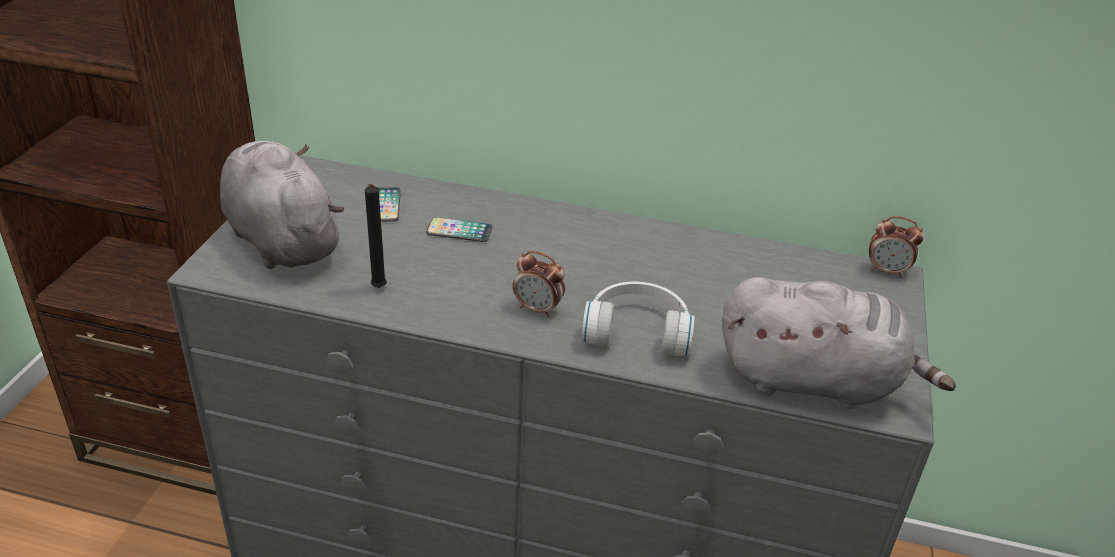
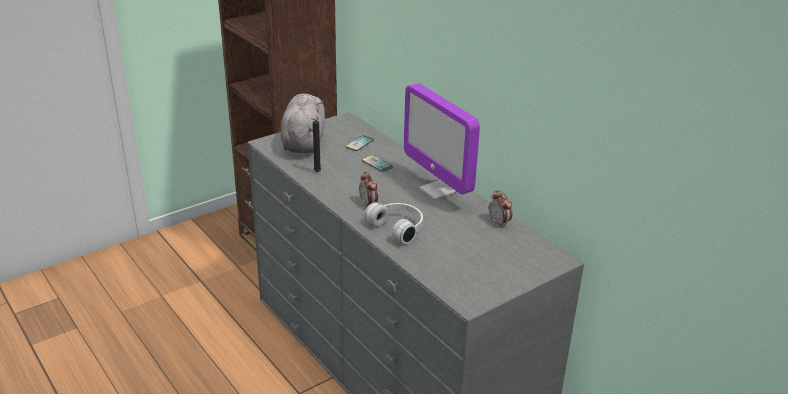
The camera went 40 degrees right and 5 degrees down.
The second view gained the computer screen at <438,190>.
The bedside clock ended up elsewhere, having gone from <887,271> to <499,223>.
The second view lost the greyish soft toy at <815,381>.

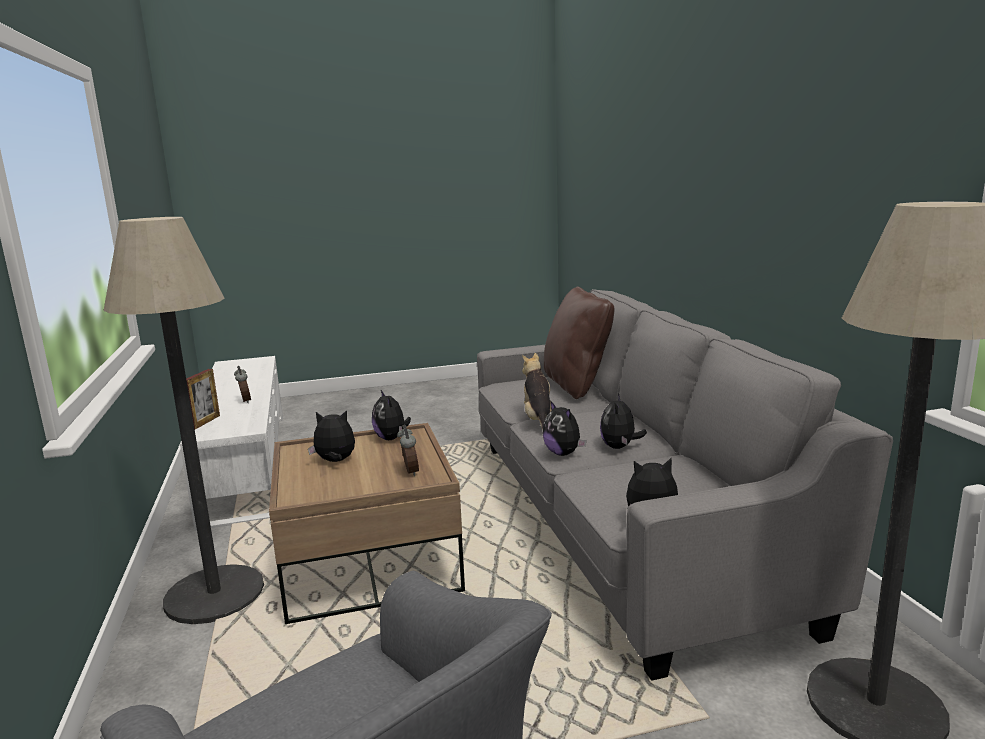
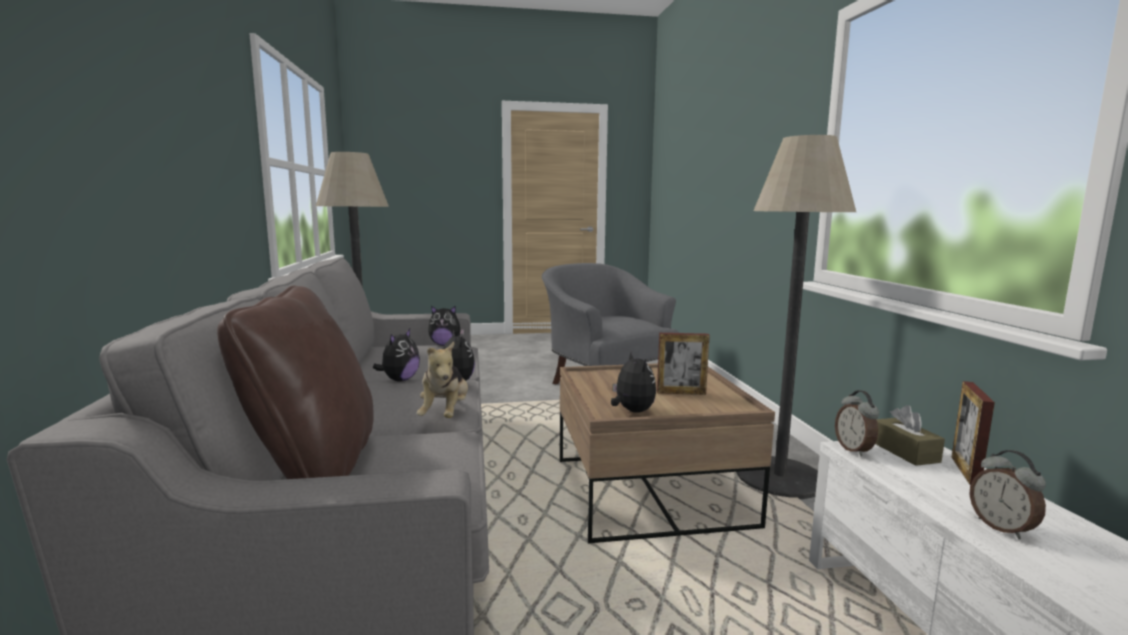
The camera went 175 degrees left and 5 degrees down.
Where the soft toy stood at <335,461>, the photo frame came to stand at <681,393>.
The bedside clock ended up elsewhere, having gone from <409,472> to <854,450>.
The second view gained the brownish box of tissues at <905,452>.

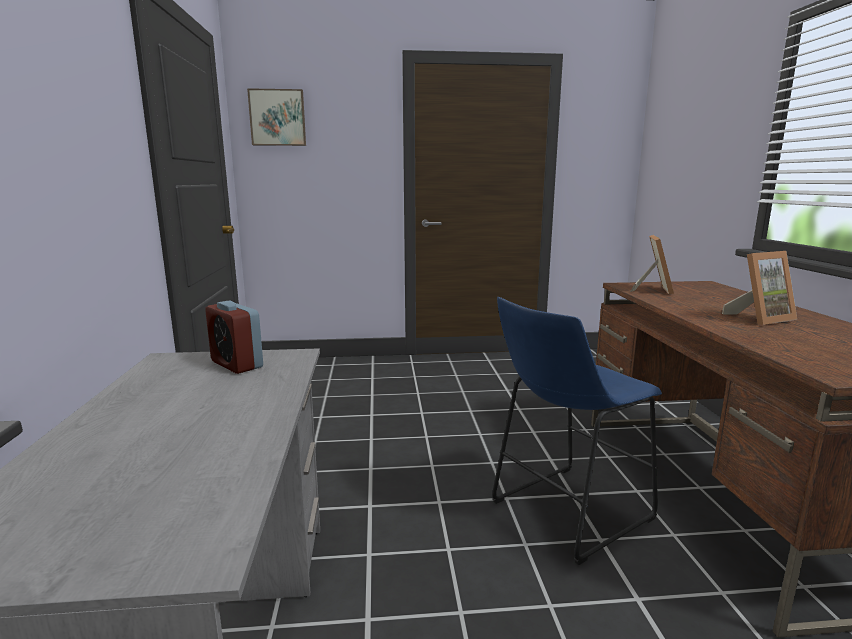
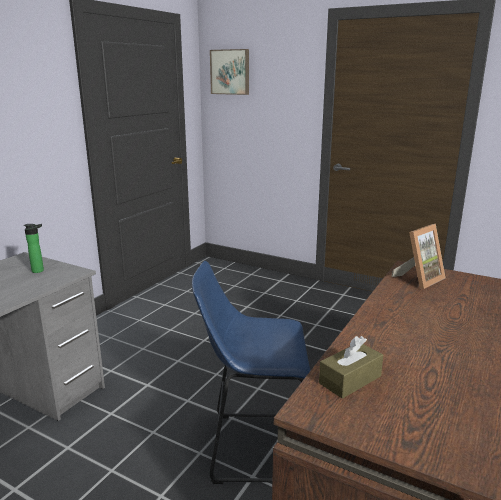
The camera went 35 degrees right and 5 degrees up.
Where the bedside clock stood at <237,364>, the drink bottle came to stand at <40,270>.
The second view gained the brownish box of tissues at <350,379>.
The second view lost the photo frame at <759,318>.

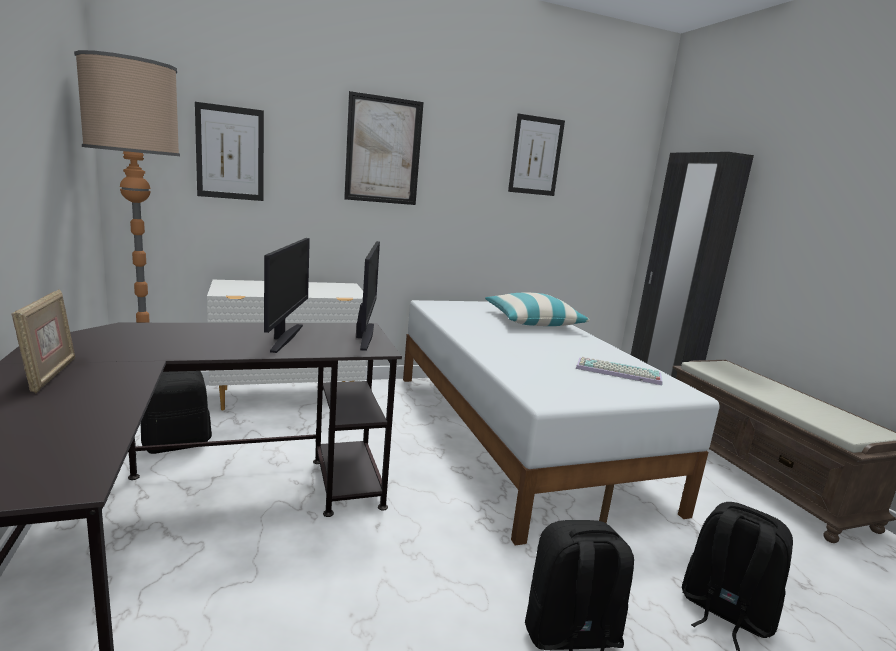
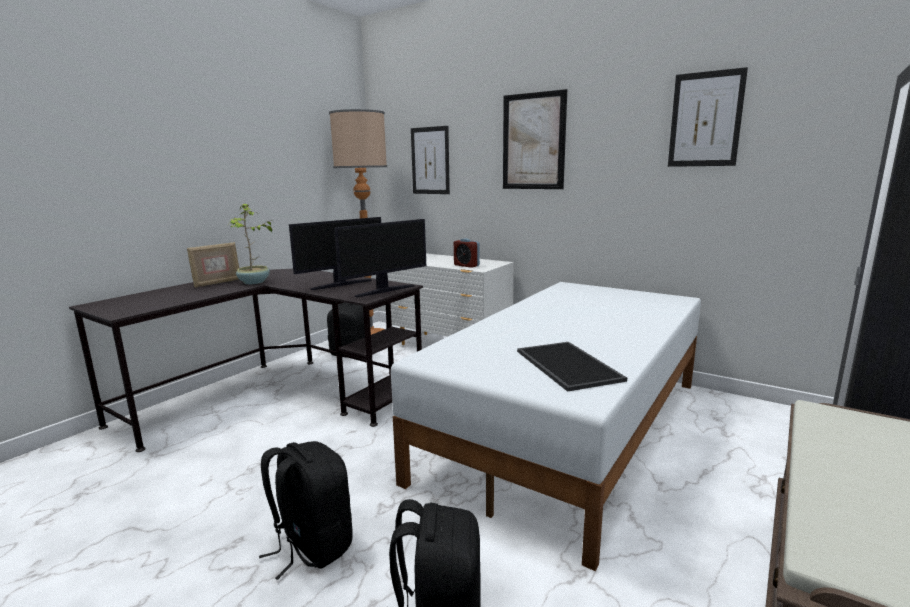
The camera went 55 degrees right and 0 degrees up.
The second view gained the plant in a pot at <254,282>.
The second view gained the bedside clock at <466,265>.
Where the keyboard stood at <617,372>, the tray came to stand at <565,365>.
The second view lost the throw pillow at <532,321>.

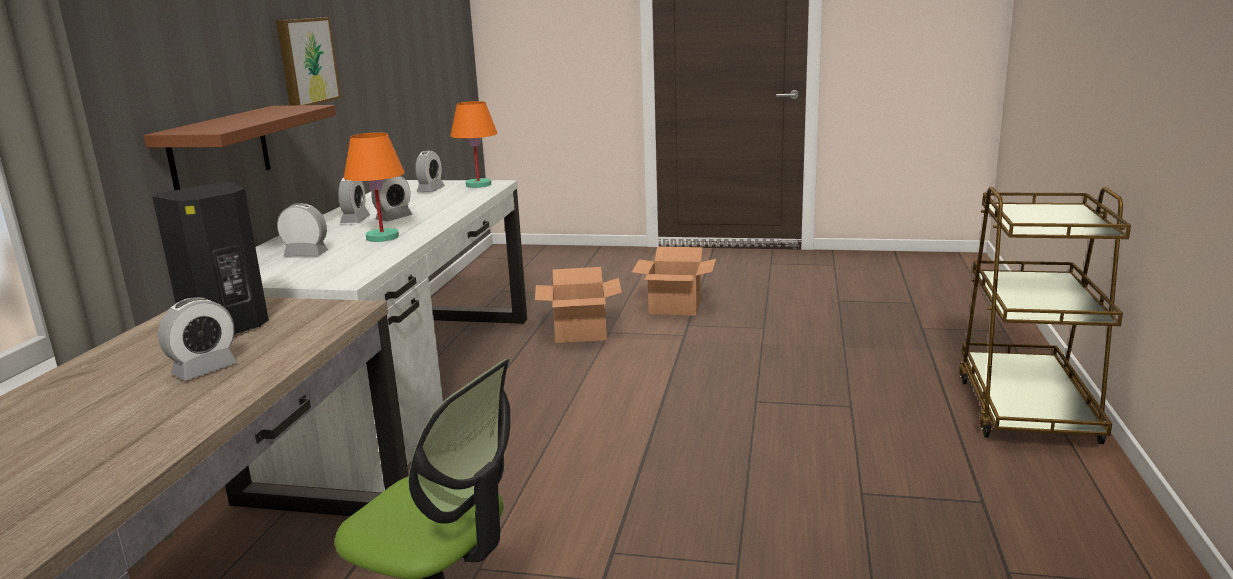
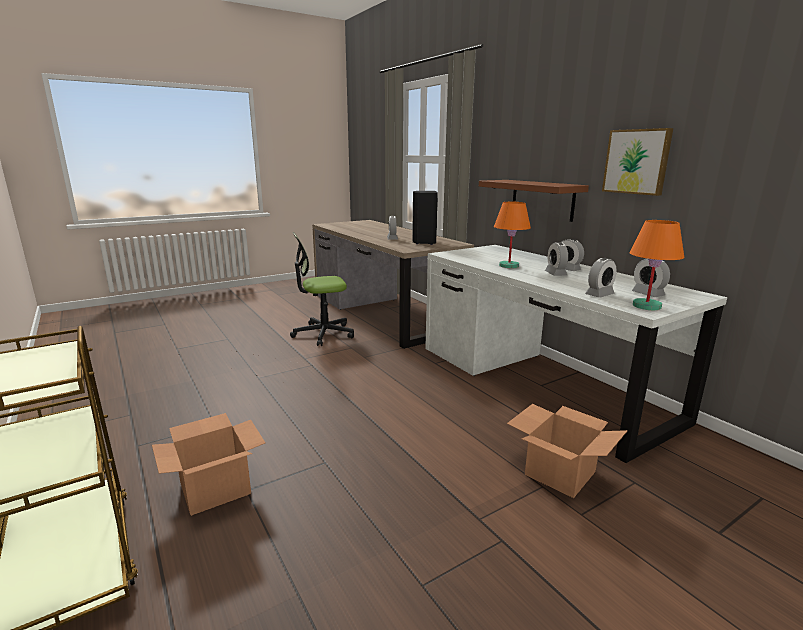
The camera went 135 degrees right and 0 degrees up.
The packing box ended up elsewhere, having gone from <676,306> to <214,489>.
The bedside clock ended up elsewhere, having gone from <306,254> to <599,294>.

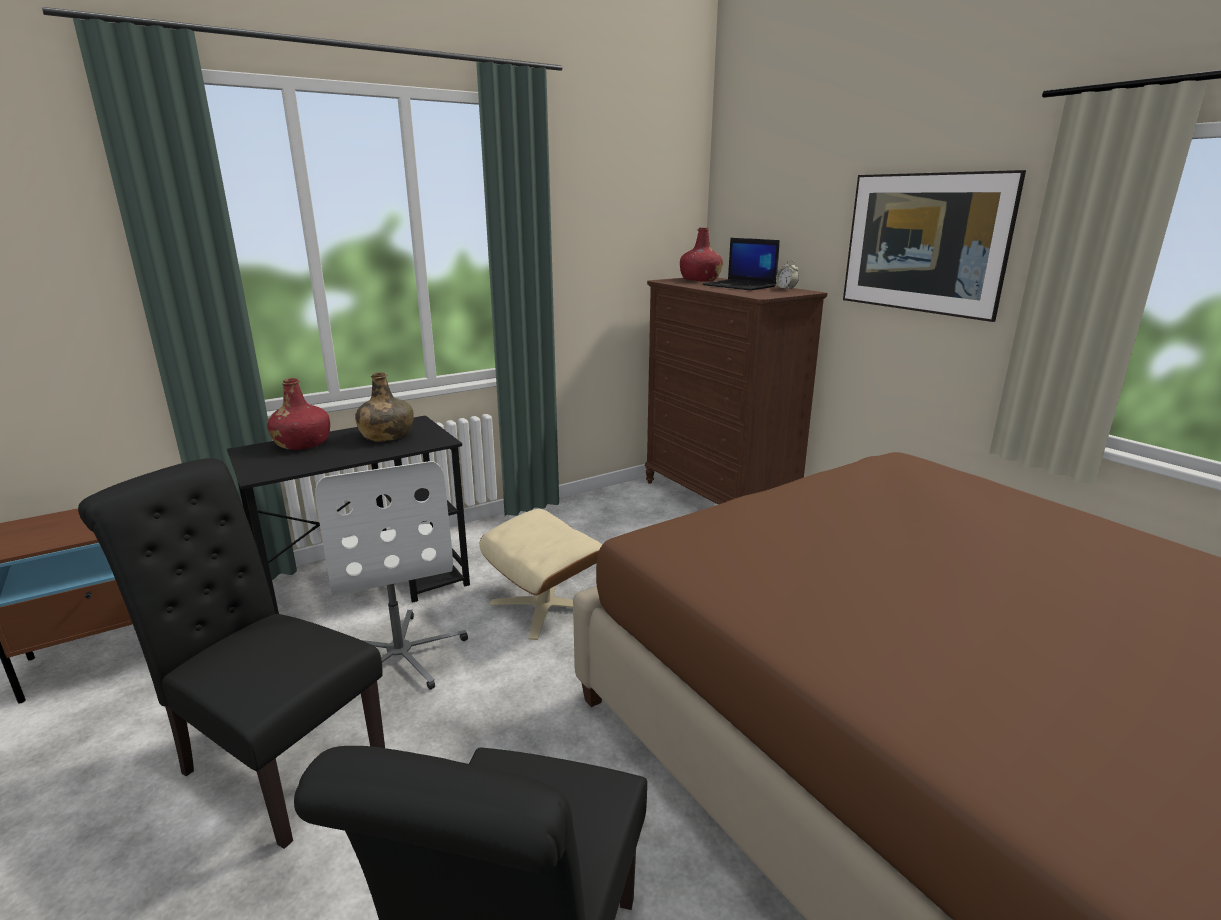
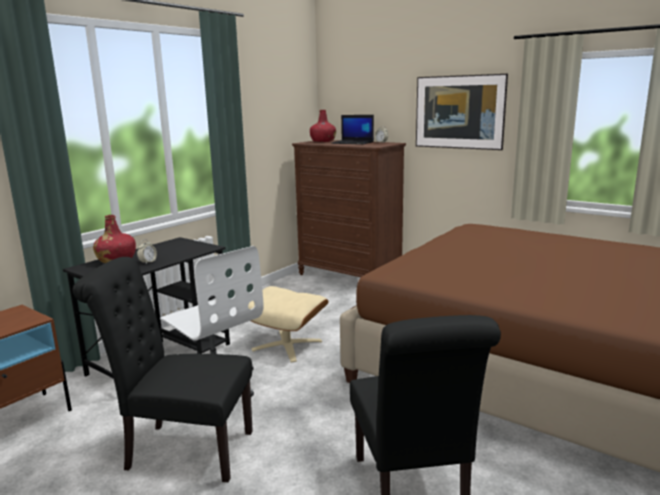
The camera went 20 degrees left and 5 degrees down.
The second view gained the bedside clock at <148,262>.
The second view lost the greenish drink bottle at <386,436>.

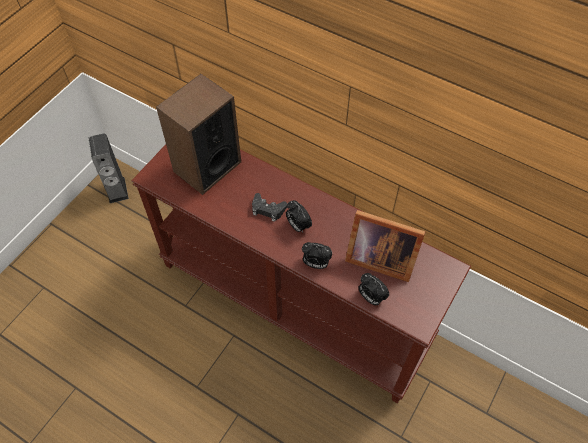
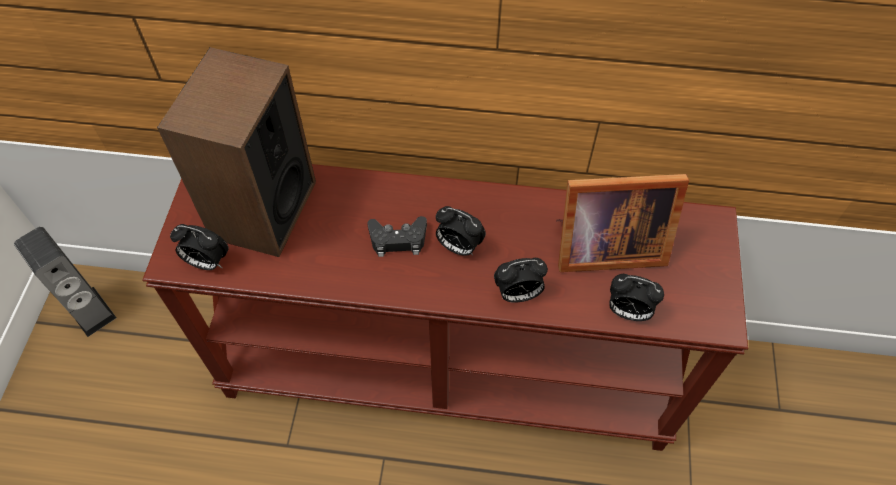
The camera went 25 degrees left and 0 degrees up.
The second view gained the bedside clock at <207,262>.

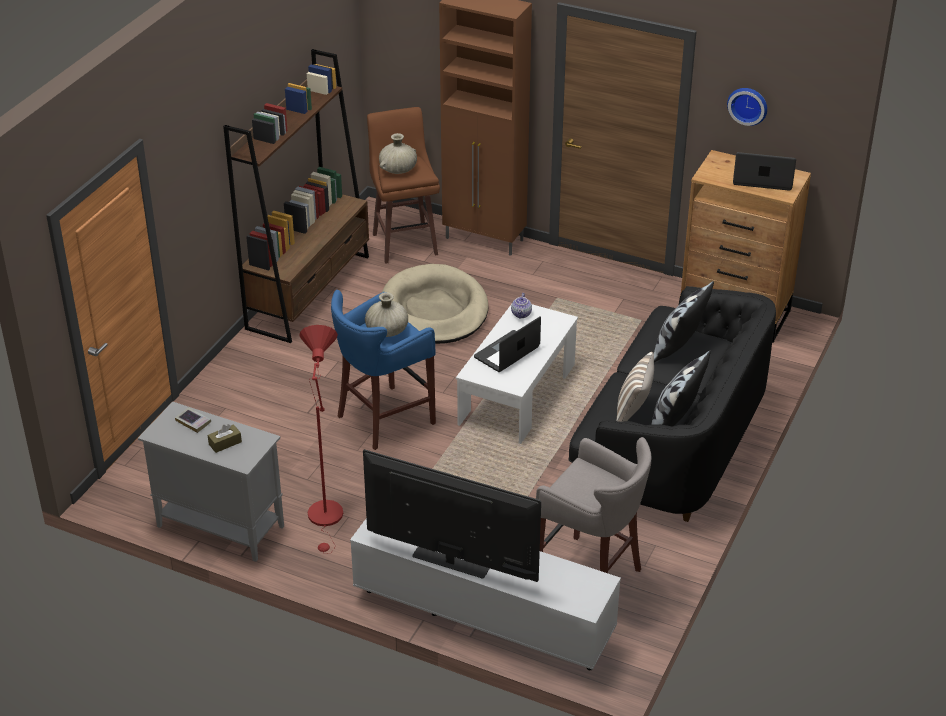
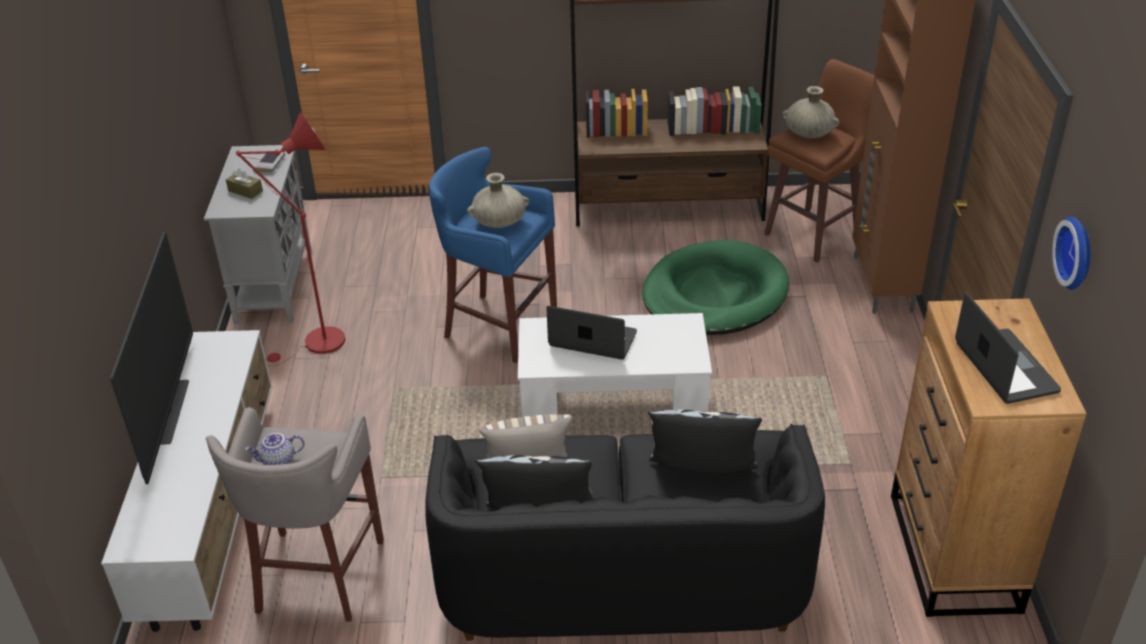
The camera went 65 degrees right and 0 degrees up.
The pot for tea ended up elsewhere, having gone from <521,314> to <278,461>.
What was the beige-coloured dog bed at <434,310> turned into the greenish dog bed at <714,294>.

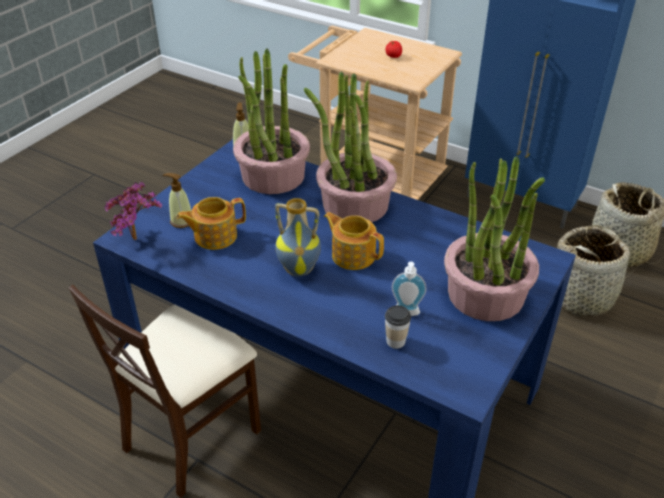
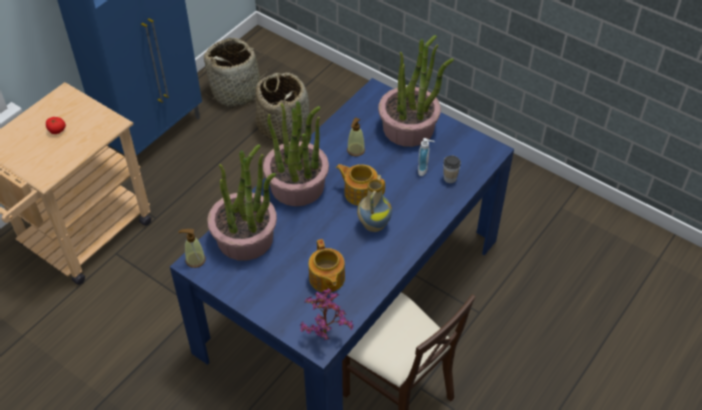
The camera went 85 degrees left and 10 degrees up.
The pot for tea at <353,255> ended up facing another way, 75 degrees clockwise from before.
The soap dispenser ended up elsewhere, having gone from <181,221> to <355,150>.

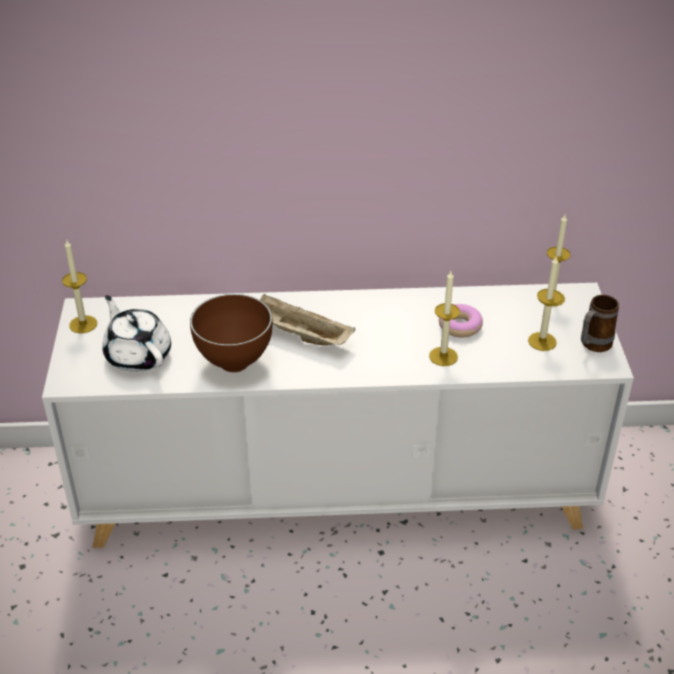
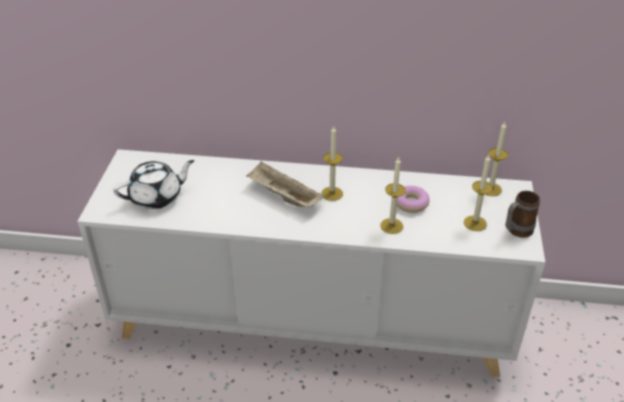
The camera went 10 degrees right and 0 degrees up.
The white-coloured pot for tea at <138,355> ended up facing another way, 90 degrees clockwise from before.
The wax light ended up elsewhere, having gone from <83,324> to <332,193>.
The second view lost the brownish deep dish at <235,362>.

